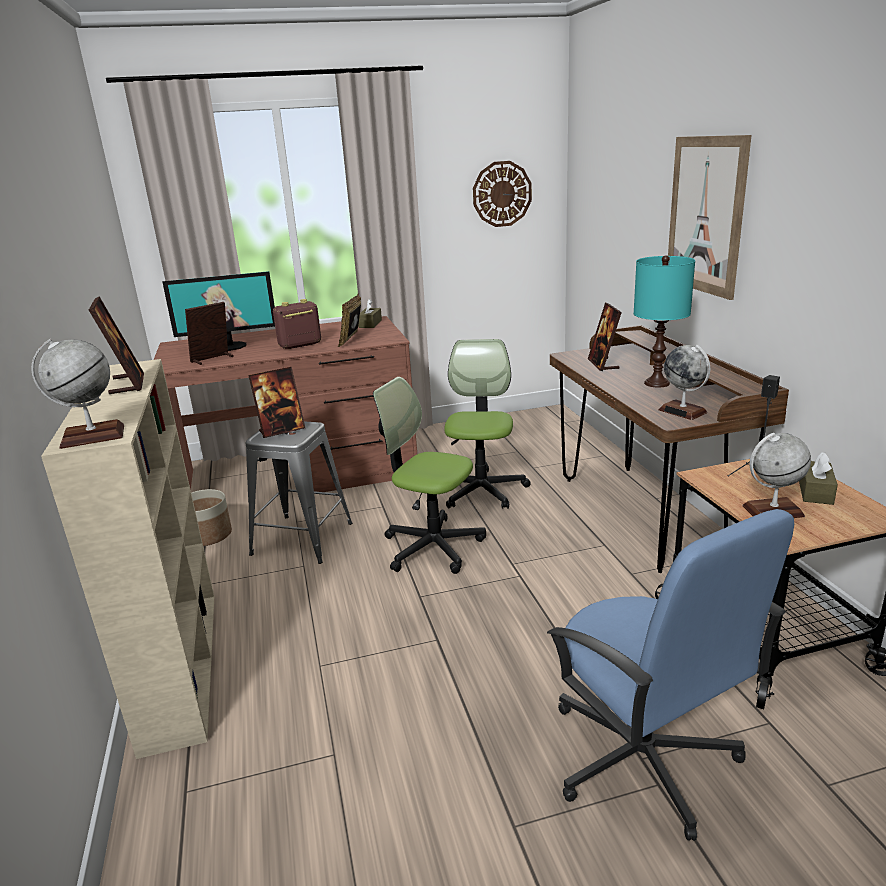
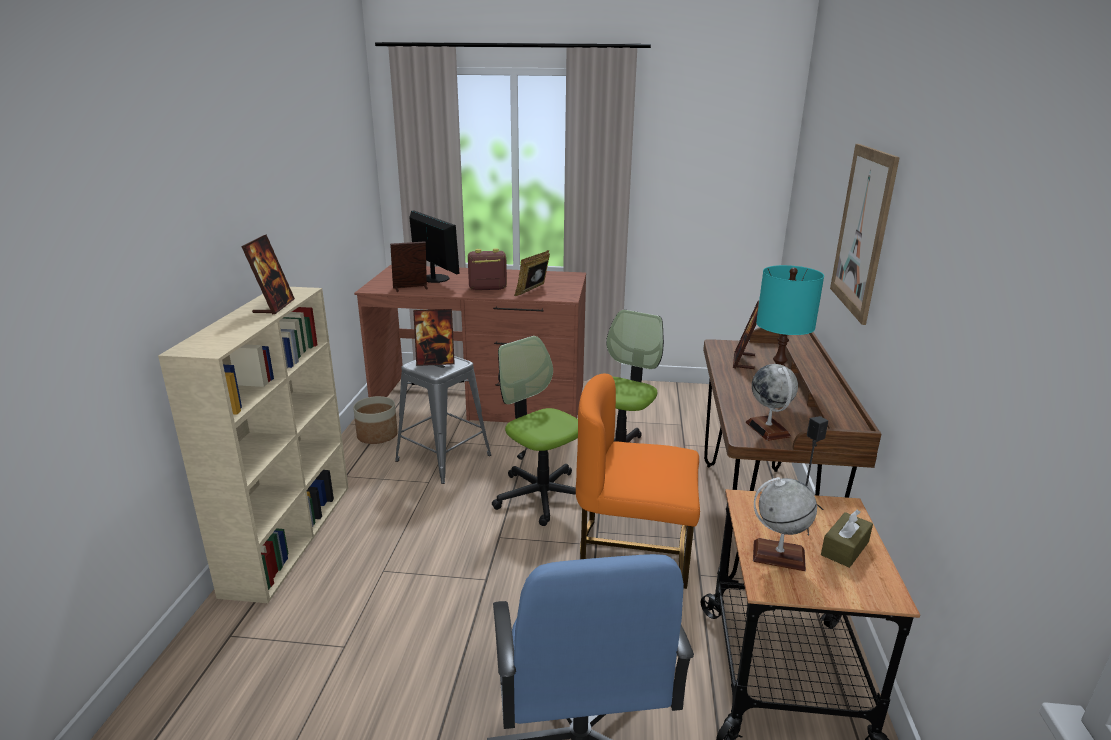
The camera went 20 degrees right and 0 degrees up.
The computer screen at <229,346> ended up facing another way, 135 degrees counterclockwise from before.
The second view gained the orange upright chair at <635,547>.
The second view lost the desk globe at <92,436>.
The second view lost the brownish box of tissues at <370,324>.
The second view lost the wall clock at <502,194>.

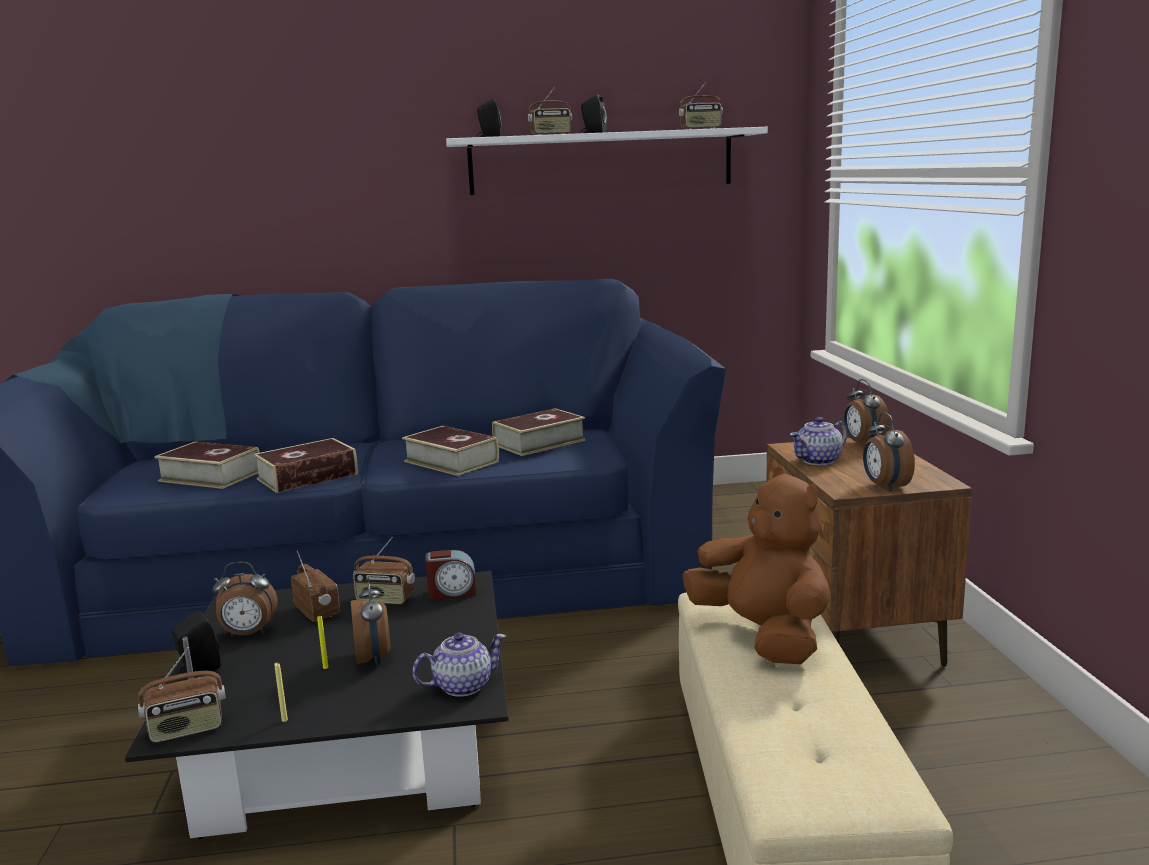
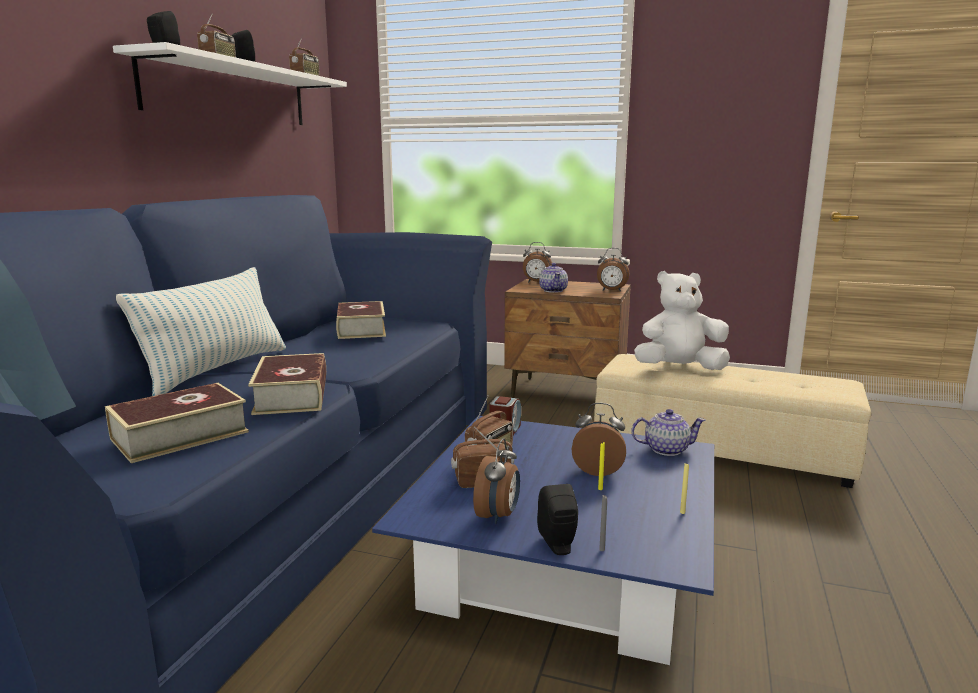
The camera went 65 degrees left and 0 degrees up.
The second view gained the throw pillow at <217,369>.
What was the blackish lounge table at <353,740> turned into the blue lounge table at <561,564>.
The pot for tea at <462,686> ended up facing another way, 90 degrees clockwise from before.
What was the brownish soft toy at <763,636> turned into the white-coloured soft toy at <679,369>.
The second view lost the radio receiver at <187,730>.
The second view lost the bound book at <451,461>.

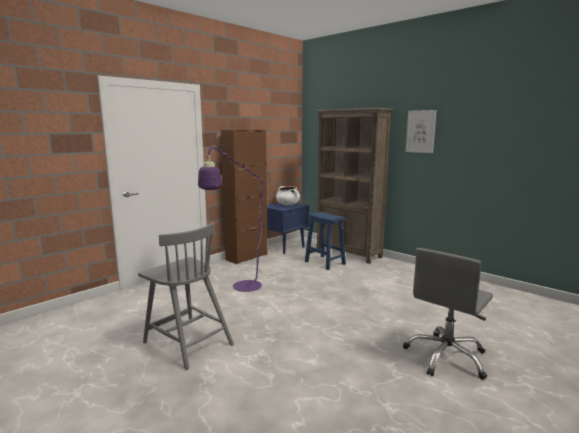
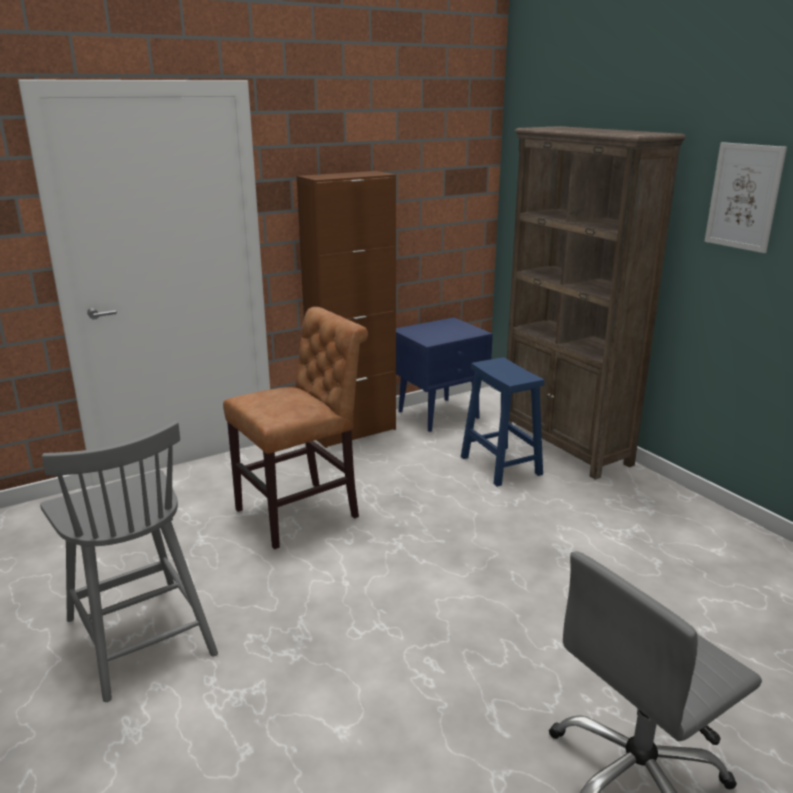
The camera went 15 degrees right and 10 degrees up.
Where the purplish floor lamp stood at <241,288>, the brownish upright chair came to stand at <303,512>.
The second view lost the white-coloured stockpot at <288,205>.

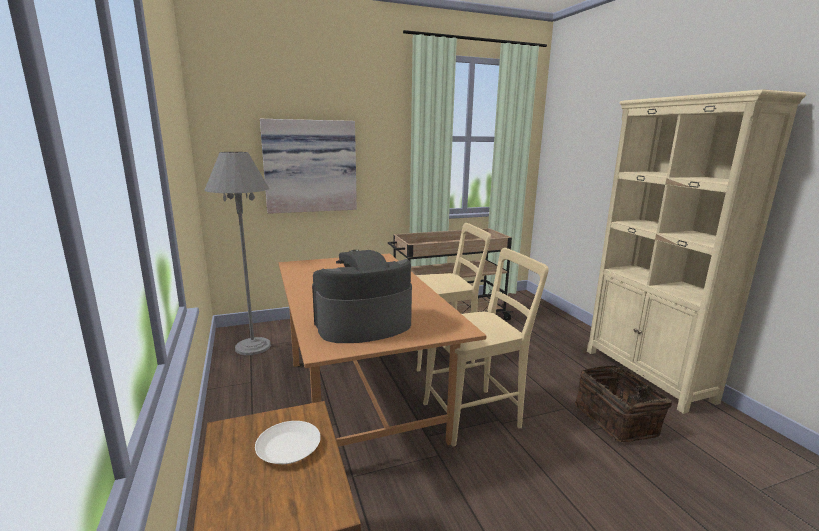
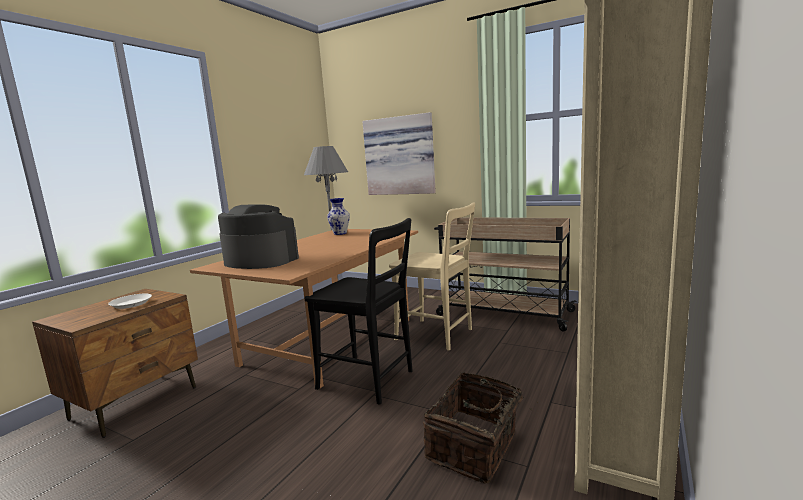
The camera went 50 degrees right and 5 degrees down.
What was the beige-coloured upright chair at <476,414> turned into the blackish upright chair at <370,381>.
The second view gained the flower vase at <340,233>.

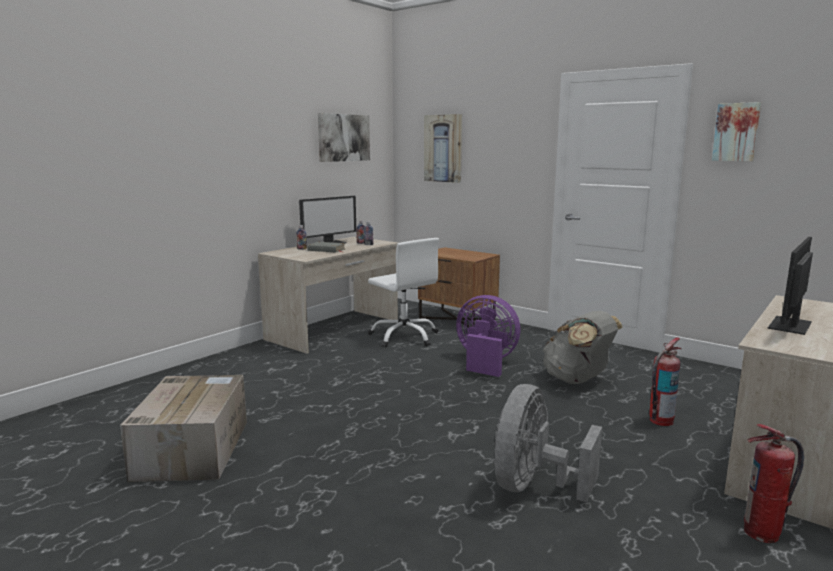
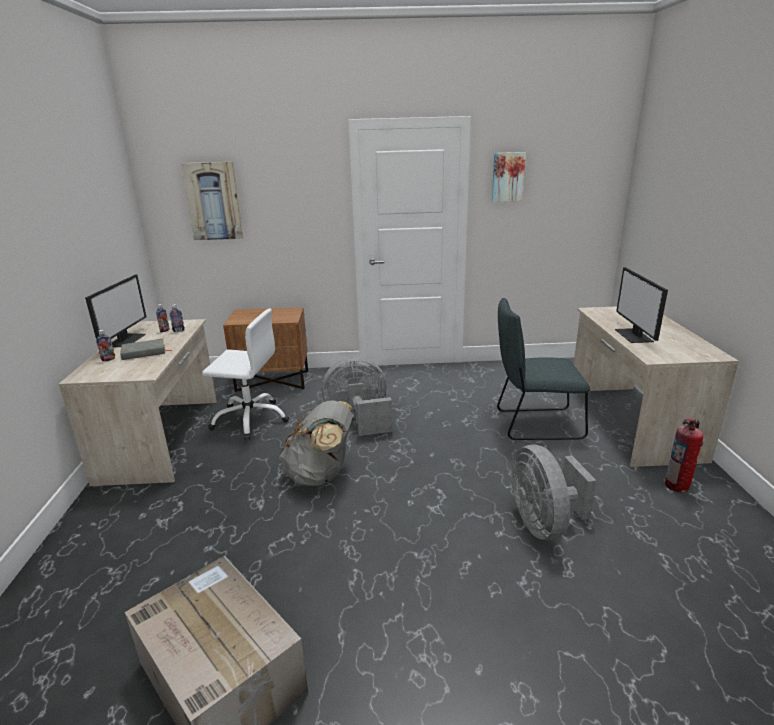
The camera went 40 degrees left and 10 degrees up.
The greyish backpack ended up elsewhere, having gone from <577,380> to <321,474>.
What was the purplish electric fan at <485,362> turned into the greyish electric fan at <359,420>.
Where the fire extinguisher stood at <660,420>, the greyish upright chair came to stand at <534,424>.
The second view lost the picture at <343,137>.

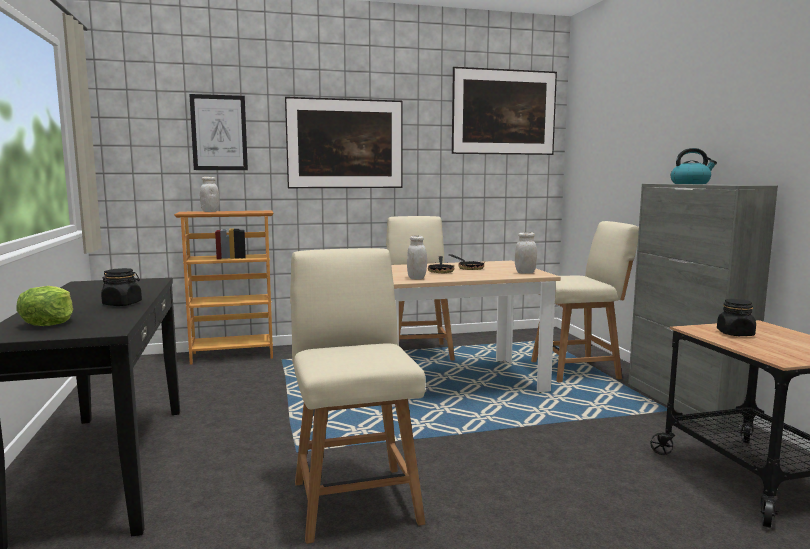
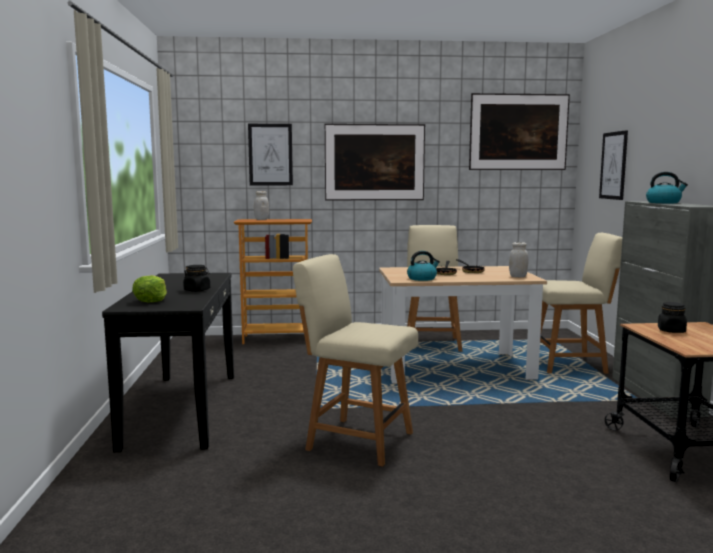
The camera went 10 degrees right and 0 degrees up.
The beige-coloured upright chair at <355,499> ended up facing another way, 60 degrees counterclockwise from before.
Where the white-coloured jar stood at <416,278>, the kettle came to stand at <422,278>.
The second view gained the picture at <613,165>.

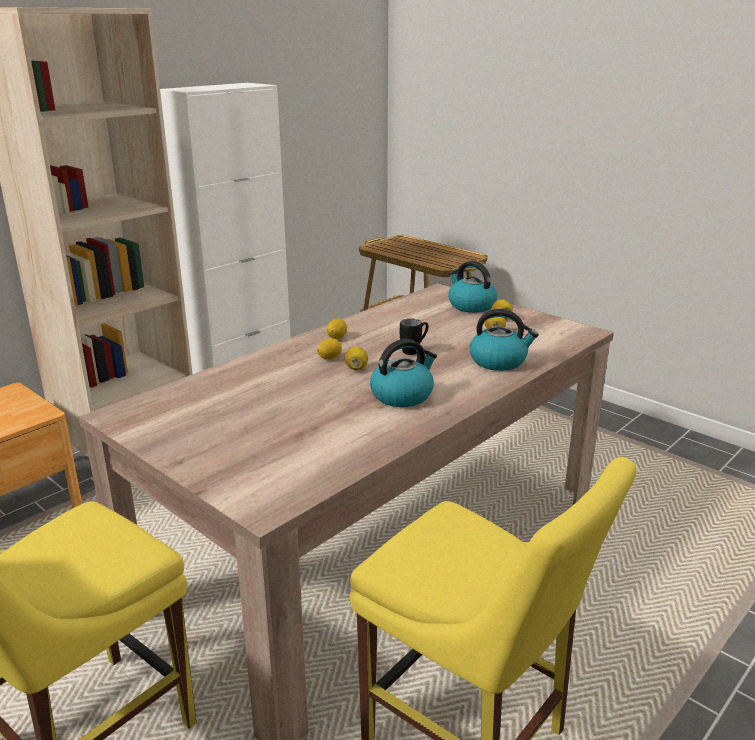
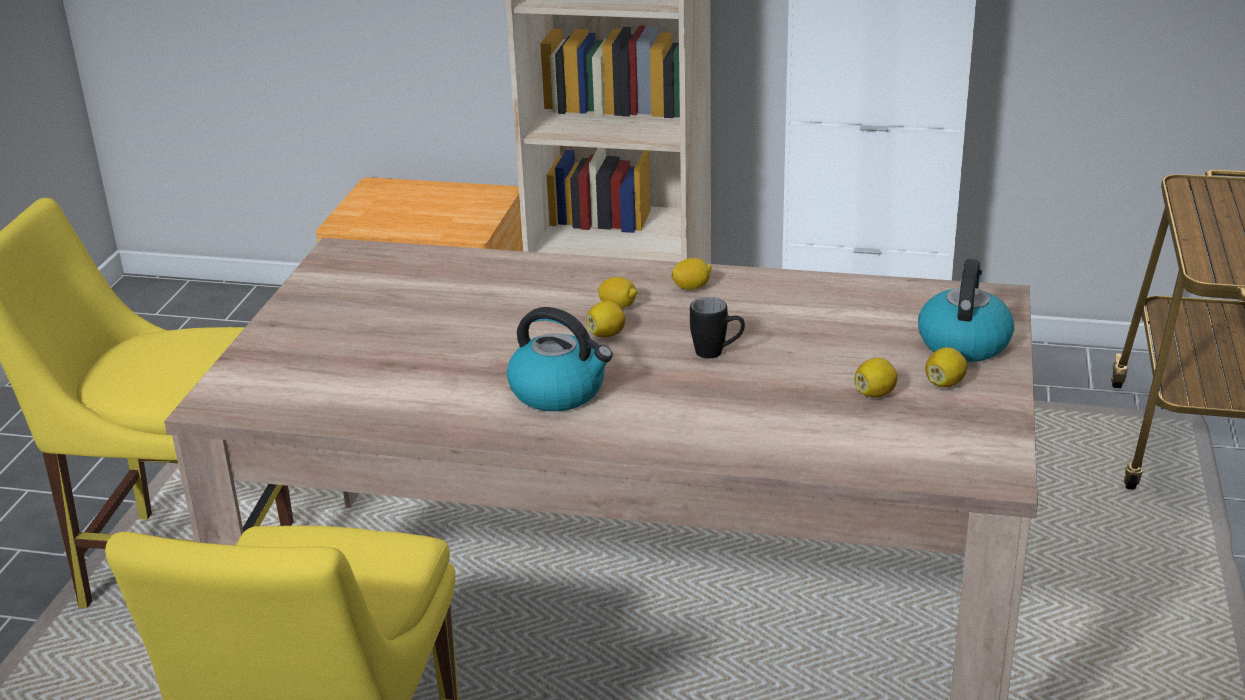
The camera went 60 degrees right and 5 degrees up.
The second view lost the kettle at <499,361>.

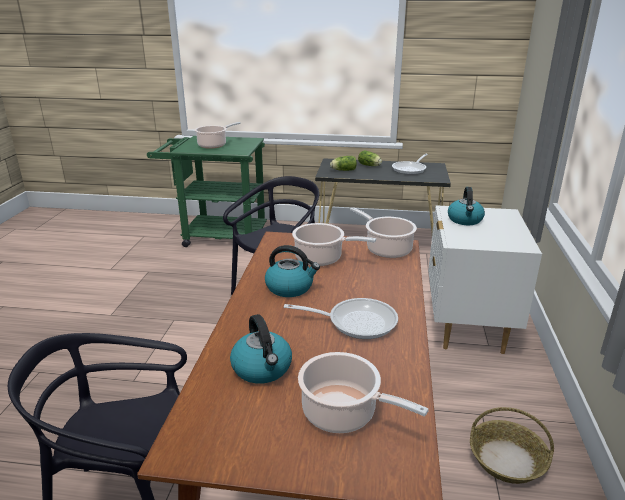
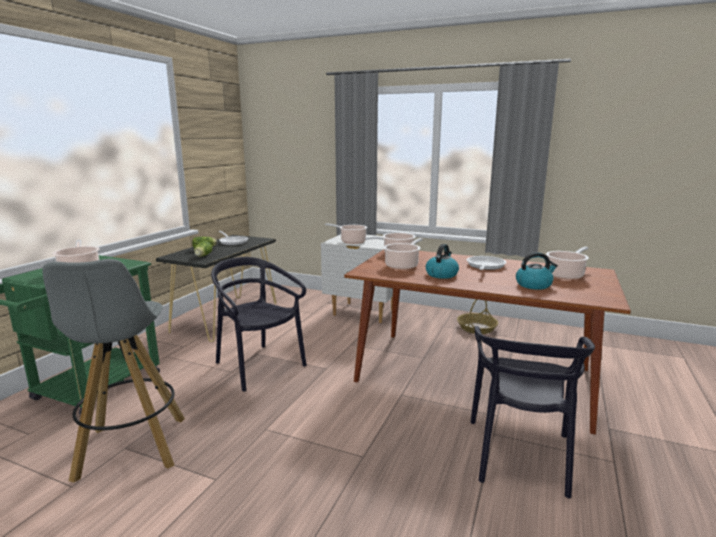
The camera went 75 degrees left and 10 degrees down.
The second view gained the greyish stool at <132,449>.
Where the kettle stood at <465,220>, the stockpot came to stand at <351,241>.

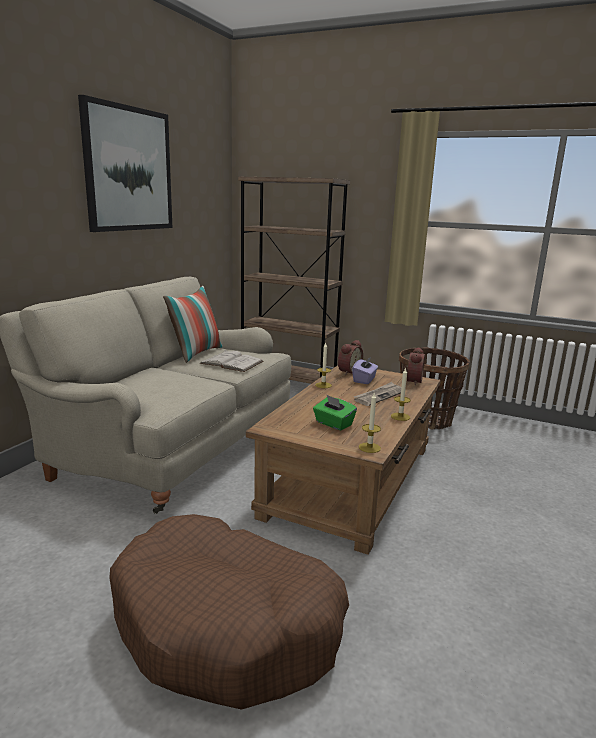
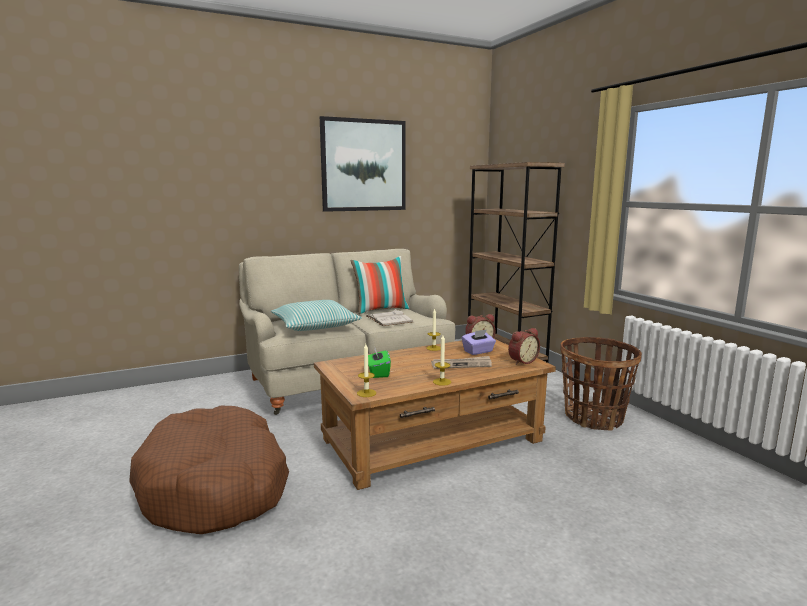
The camera went 40 degrees right and 5 degrees down.
The second view gained the throw pillow at <315,325>.

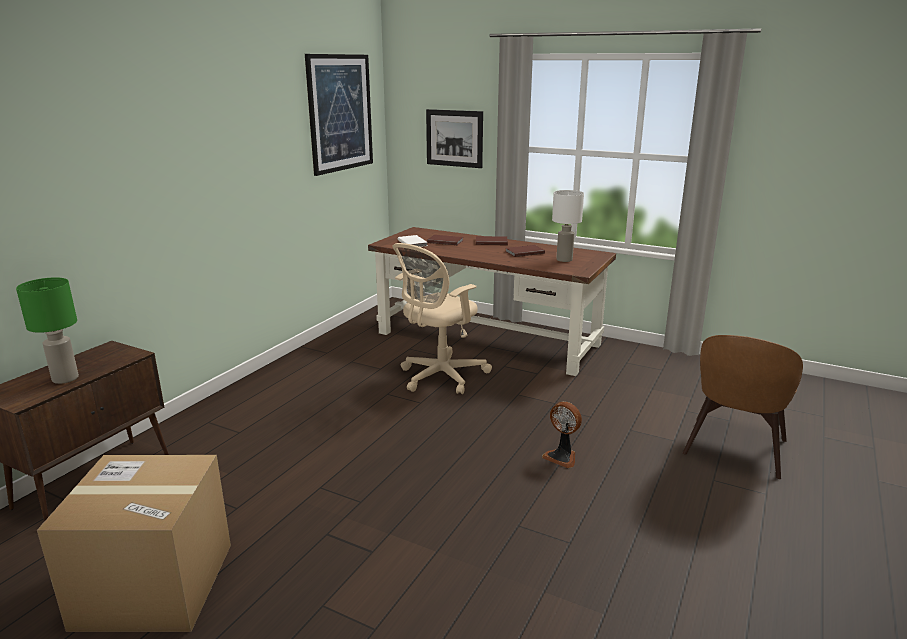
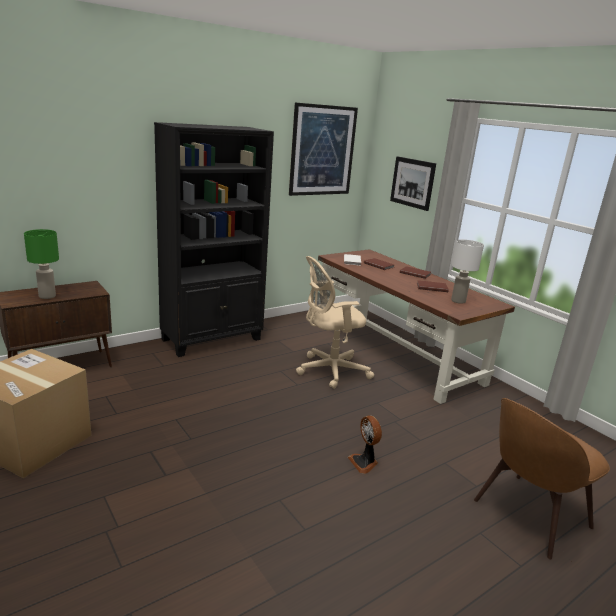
The camera went 25 degrees right and 0 degrees up.
The second view gained the blackish bookshelf at <213,339>.

